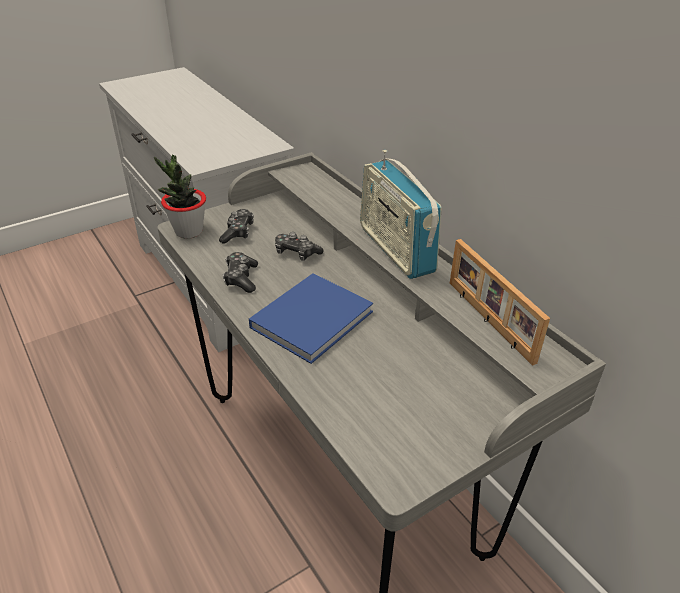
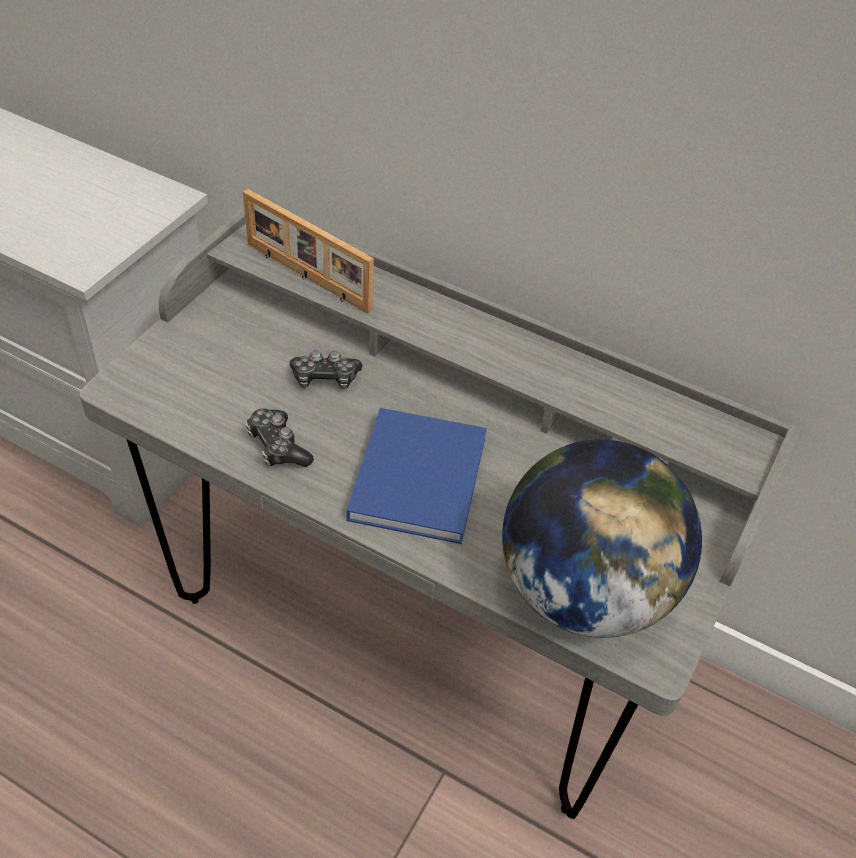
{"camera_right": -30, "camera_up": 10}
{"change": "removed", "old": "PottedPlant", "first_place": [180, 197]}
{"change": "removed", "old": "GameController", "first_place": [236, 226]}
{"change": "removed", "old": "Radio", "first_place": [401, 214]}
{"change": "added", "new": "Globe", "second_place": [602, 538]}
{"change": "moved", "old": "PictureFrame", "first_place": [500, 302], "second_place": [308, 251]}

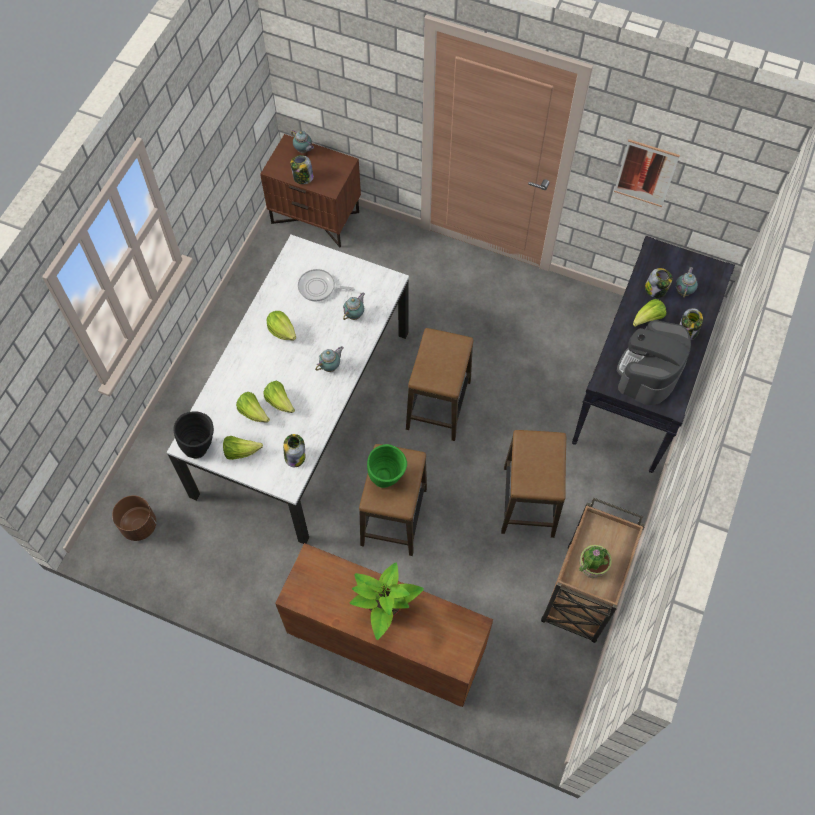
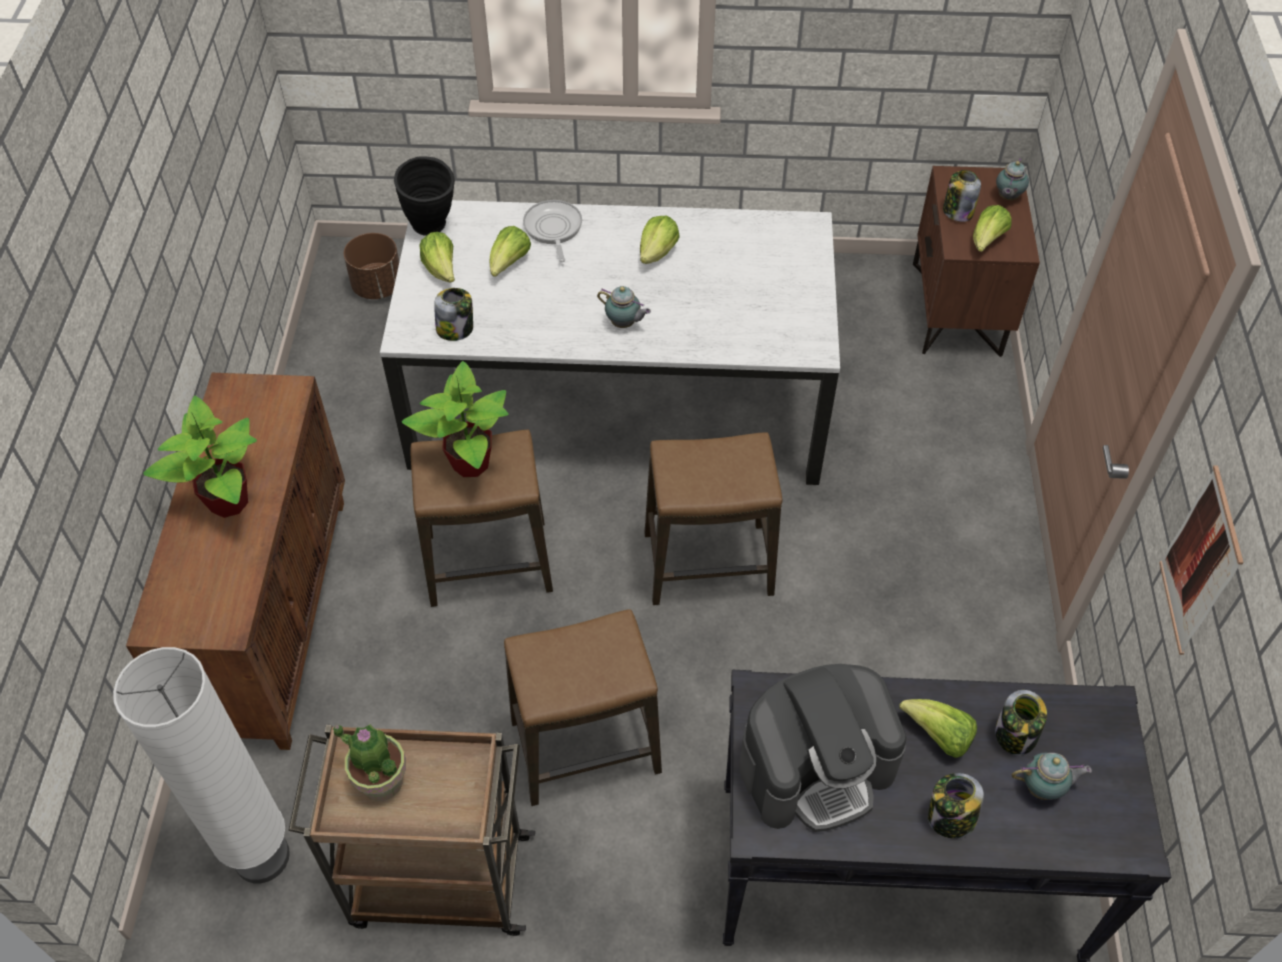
{"camera_right": 70, "camera_up": -10}
{"change": "removed", "old": "Teapot", "first_place": [354, 306]}
{"change": "added", "new": "WhiteFloorLamp", "second_place": [201, 765]}
{"change": "moved", "old": "Lettuce", "first_place": [279, 397], "second_place": [992, 228]}
{"change": "moved", "old": "FryingPan", "first_place": [326, 285], "second_place": [552, 231]}
{"change": "replaced", "old": "GreenVase", "new": "PottedPlant", "first_place": [387, 466], "second_place": [455, 419]}
{"change": "turned", "old": "CoffeeMachine", "first_place": [654, 362], "second_place": [822, 748], "degrees": 150}

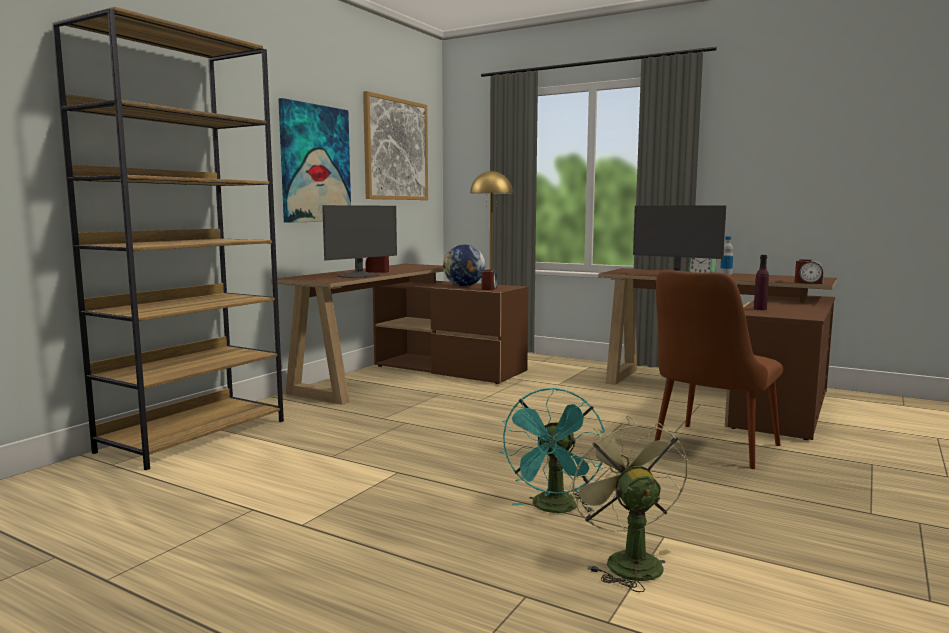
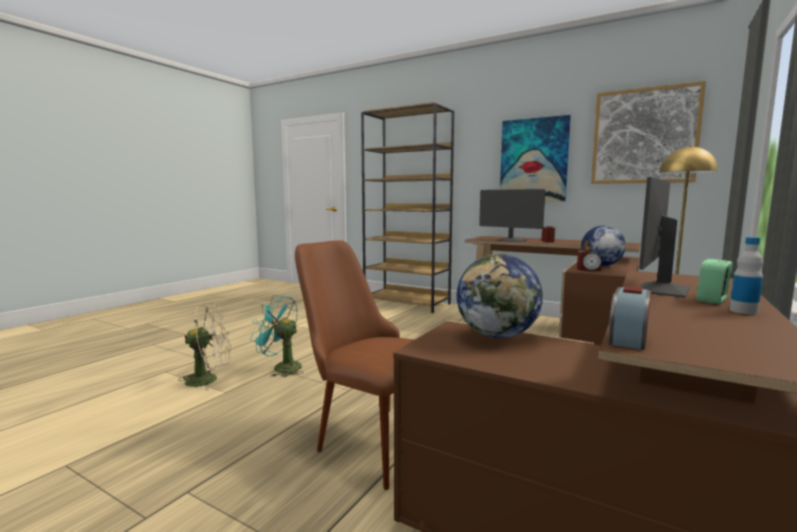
{"camera_right": 90, "camera_up": 0}
{"change": "replaced", "old": "PurpleBottle", "new": "Globe", "first_place": [761, 282], "second_place": [500, 296]}
{"change": "recoloured", "old": "GreenFan", "new": "BeigeFan", "first_place": [628, 504], "second_place": [204, 347]}

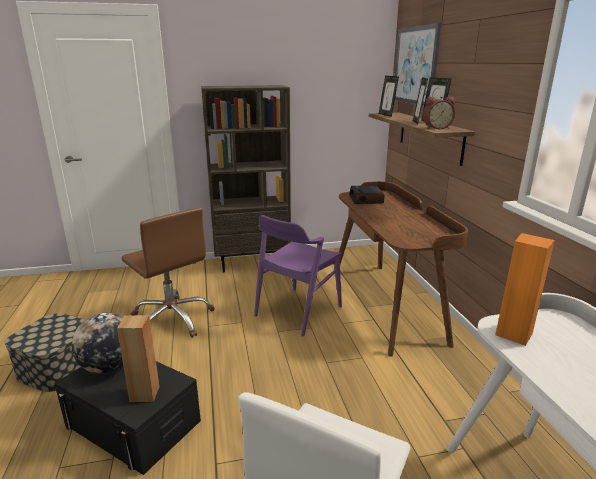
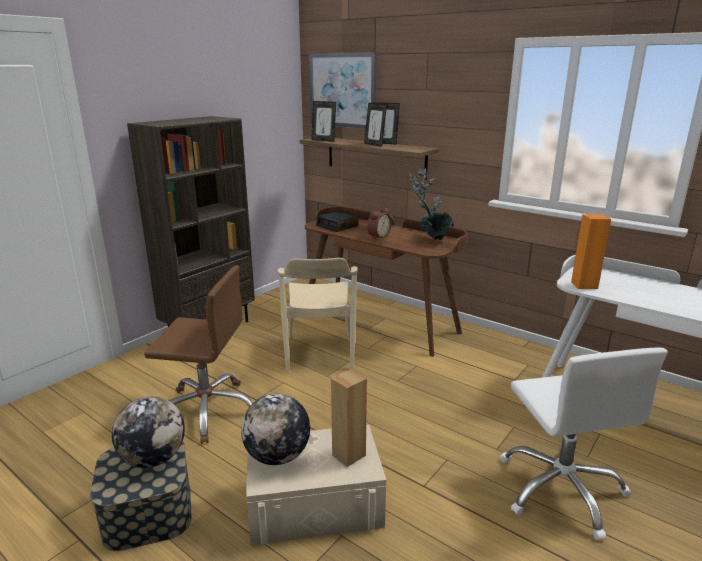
{"camera_right": -40, "camera_up": 0}
{"change": "added", "new": "Globe", "second_place": [148, 432]}
{"change": "added", "new": "PottedPlant", "second_place": [432, 204]}
{"change": "moved", "old": "AlarmClock", "first_place": [439, 112], "second_place": [379, 223]}
{"change": "recoloured", "old": "BlackStorageBox", "new": "BeigeStorageBox", "first_place": [127, 418], "second_place": [316, 485]}
{"change": "recoloured", "old": "PurpleChair", "new": "BeigeChair", "first_place": [298, 276], "second_place": [318, 315]}

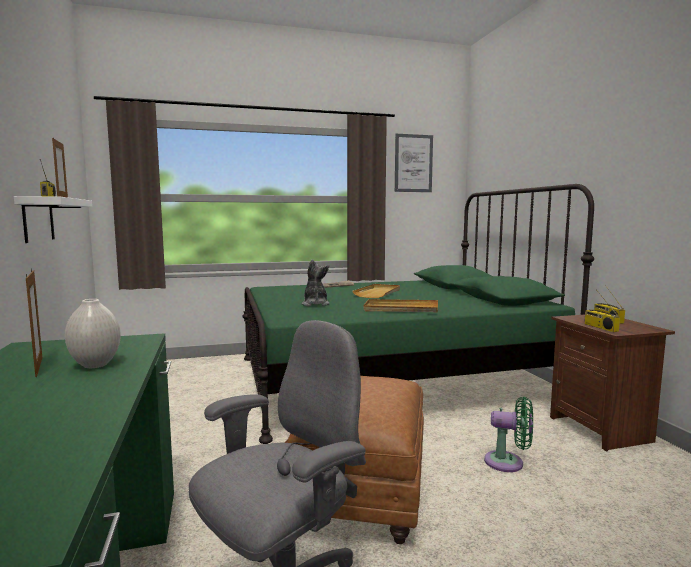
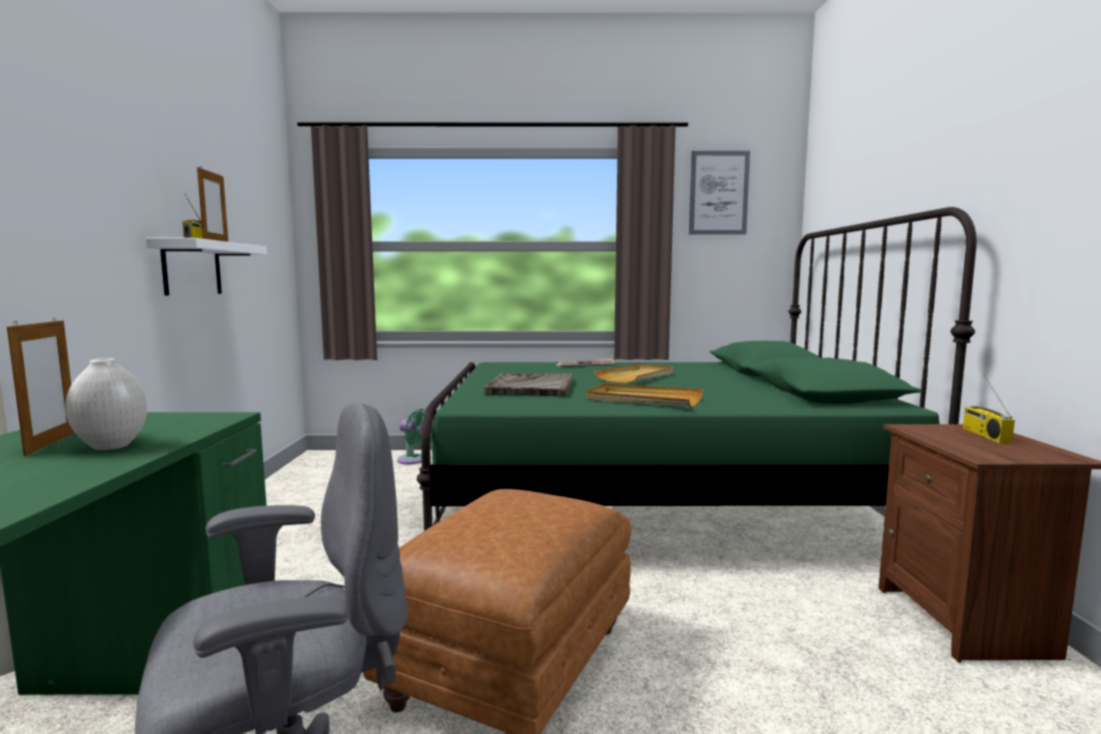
{"camera_right": 15, "camera_up": 0}
{"change": "removed", "old": "Radio", "first_place": [602, 310]}
{"change": "moved", "old": "GreenFan", "first_place": [508, 434], "second_place": [415, 437]}
{"change": "replaced", "old": "PlushToy", "new": "GreyTray", "first_place": [315, 282], "second_place": [528, 384]}

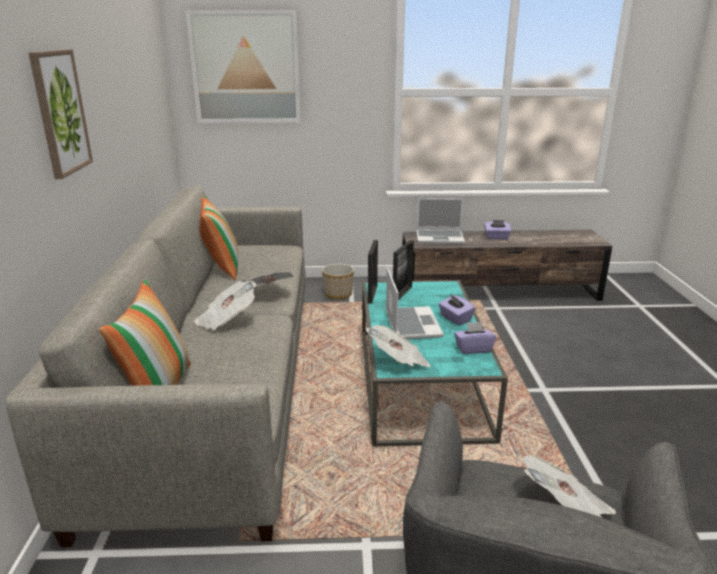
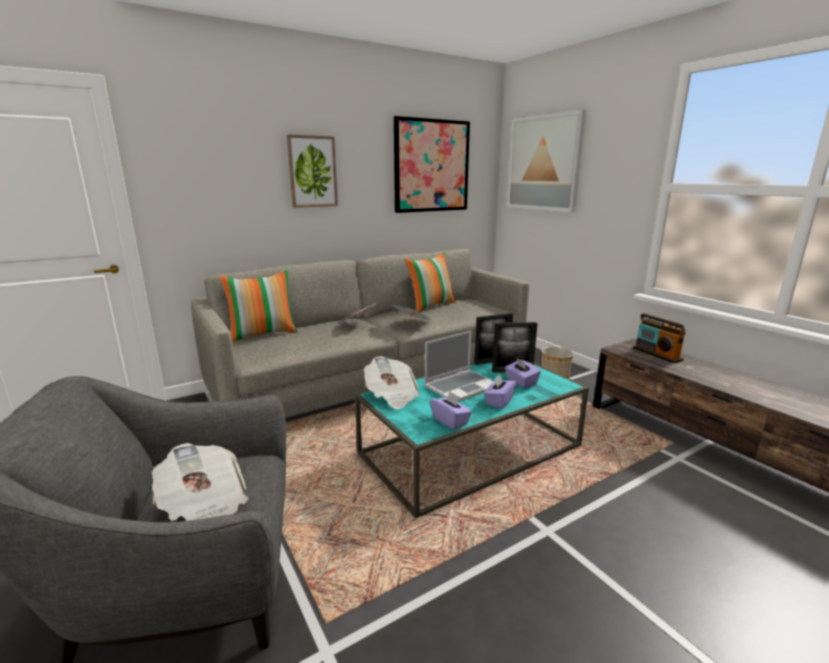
{"camera_right": 60, "camera_up": -5}
{"change": "added", "new": "Picture", "second_place": [432, 164]}
{"change": "moved", "old": "PurpleTissueBox", "first_place": [497, 230], "second_place": [523, 373]}
{"change": "replaced", "old": "Laptop", "new": "Radio", "first_place": [441, 221], "second_place": [659, 338]}

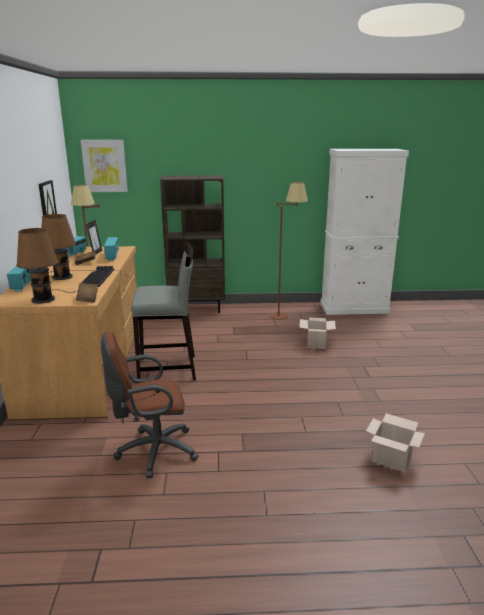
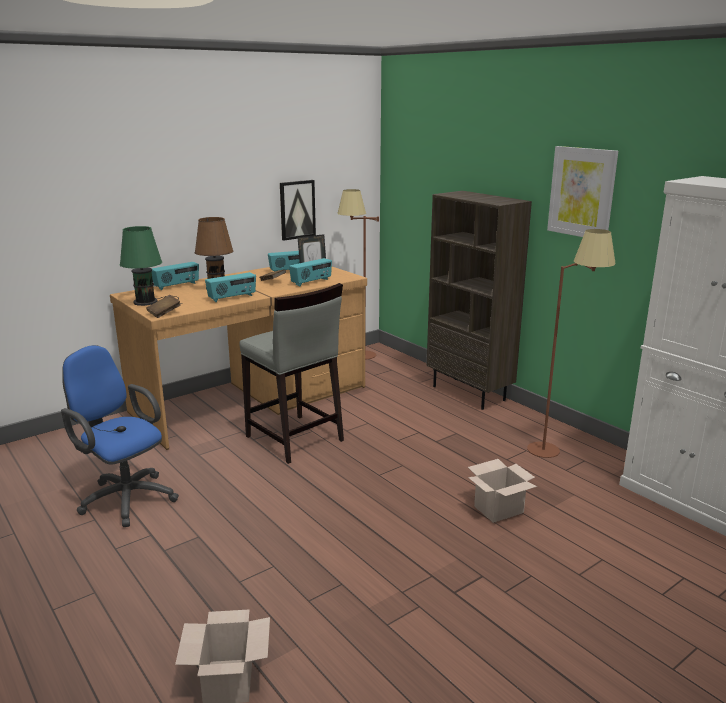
{"camera_right": 55, "camera_up": 0}
{"change": "moved", "old": "Picture", "first_place": [104, 166], "second_place": [582, 191]}
{"change": "replaced", "old": "Keyboard", "new": "Radio", "first_place": [98, 276], "second_place": [230, 287]}
{"change": "recoloured", "old": "BrownTableLamp", "new": "GreenTableLamp", "first_place": [45, 266], "second_place": [151, 266]}
{"change": "recoloured", "old": "BrownOfficeChair", "new": "BlueOfficeChair", "first_place": [149, 404], "second_place": [120, 436]}

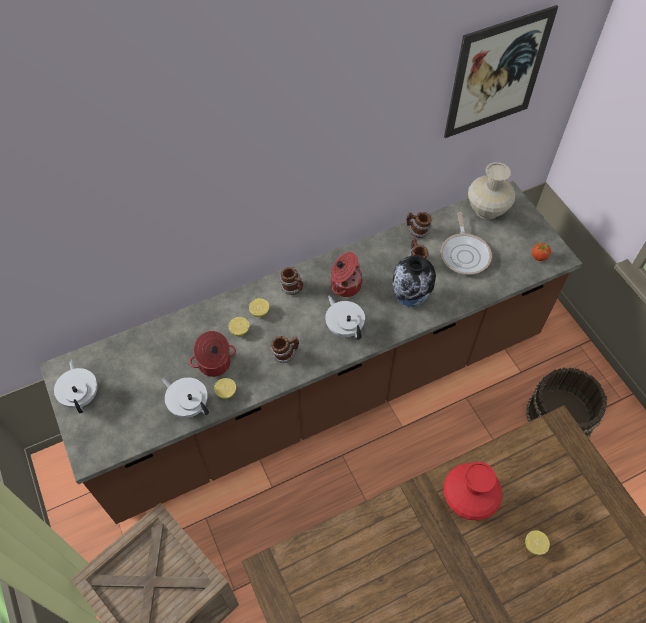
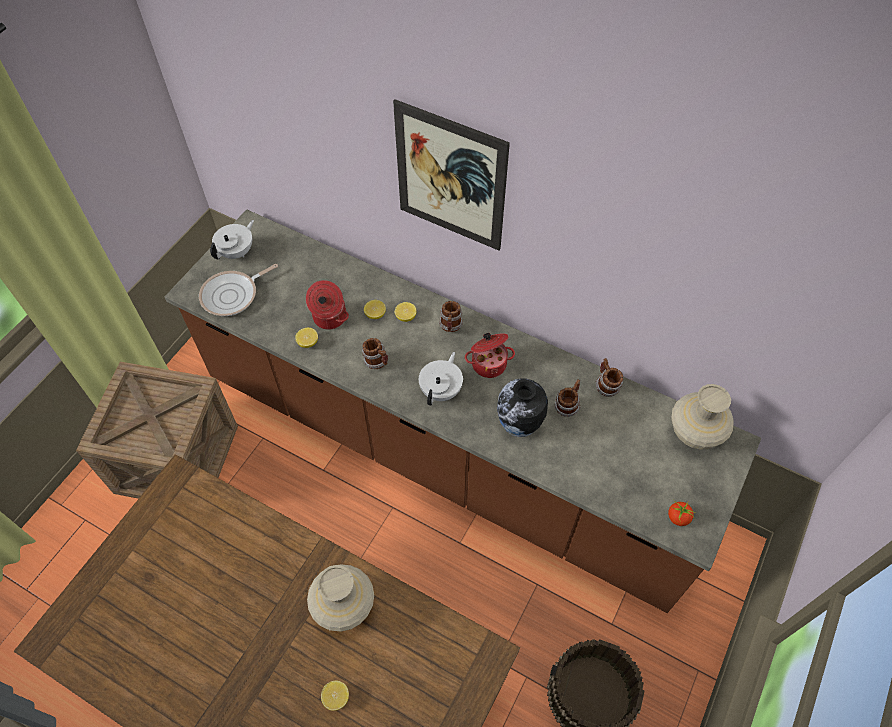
{"camera_right": 55, "camera_up": 0}
{"change": "removed", "old": "WhiteTeapot", "first_place": [185, 398]}
{"change": "moved", "old": "FryingPan", "first_place": [466, 243], "second_place": [238, 290]}
{"change": "moved", "old": "Picture", "first_place": [501, 71], "second_place": [451, 174]}
{"change": "recoloured", "old": "RedVase", "new": "BeigeVase", "first_place": [473, 491], "second_place": [340, 597]}

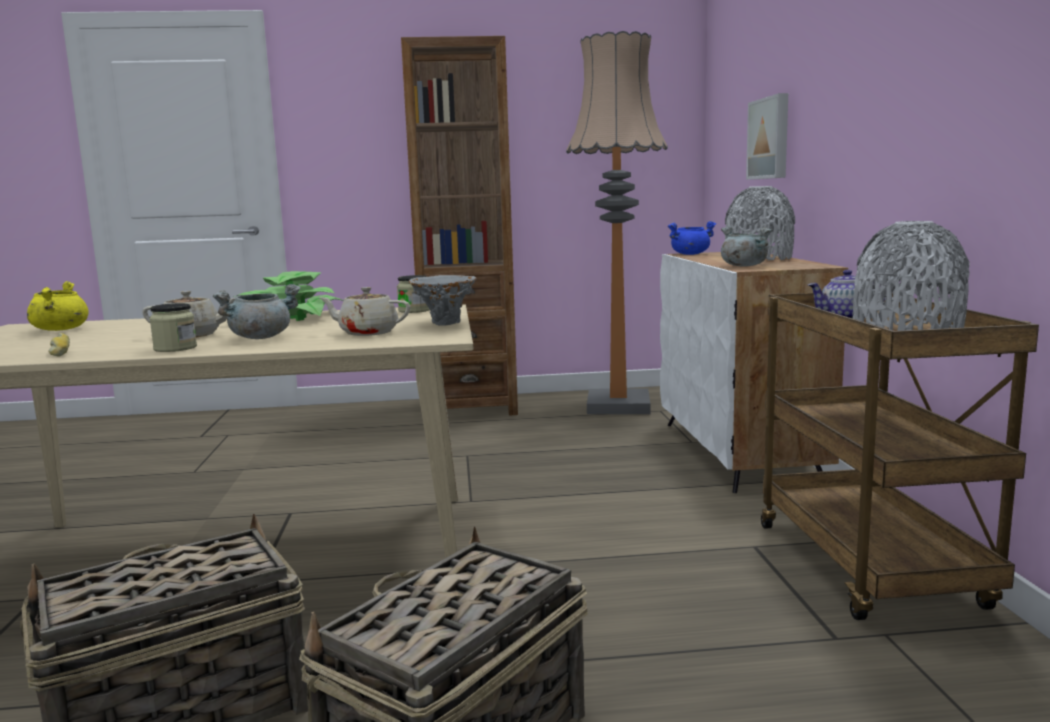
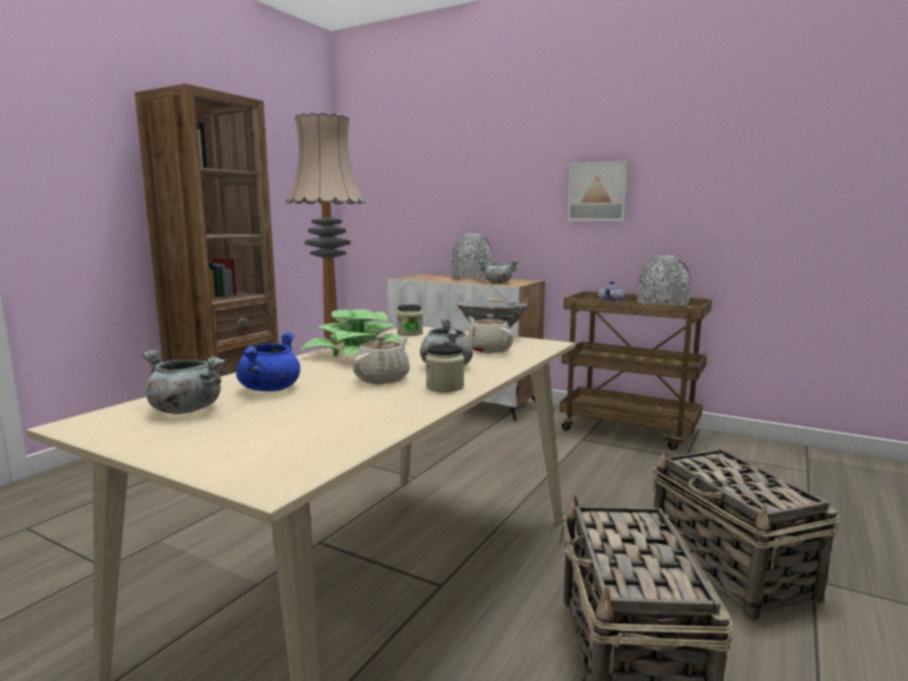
{"camera_right": -55, "camera_up": 0}
{"change": "removed", "old": "Bread", "first_place": [59, 345]}
{"change": "moved", "old": "BlueCookingPot", "first_place": [692, 238], "second_place": [268, 361]}
{"change": "moved", "old": "Picture", "first_place": [767, 136], "second_place": [598, 191]}
{"change": "recoloured", "old": "YellowCookingPot", "new": "GreyCookingPot", "first_place": [58, 306], "second_place": [184, 382]}
{"change": "turned", "old": "BeigeTeapot", "first_place": [365, 311], "second_place": [490, 333], "degrees": 105}

